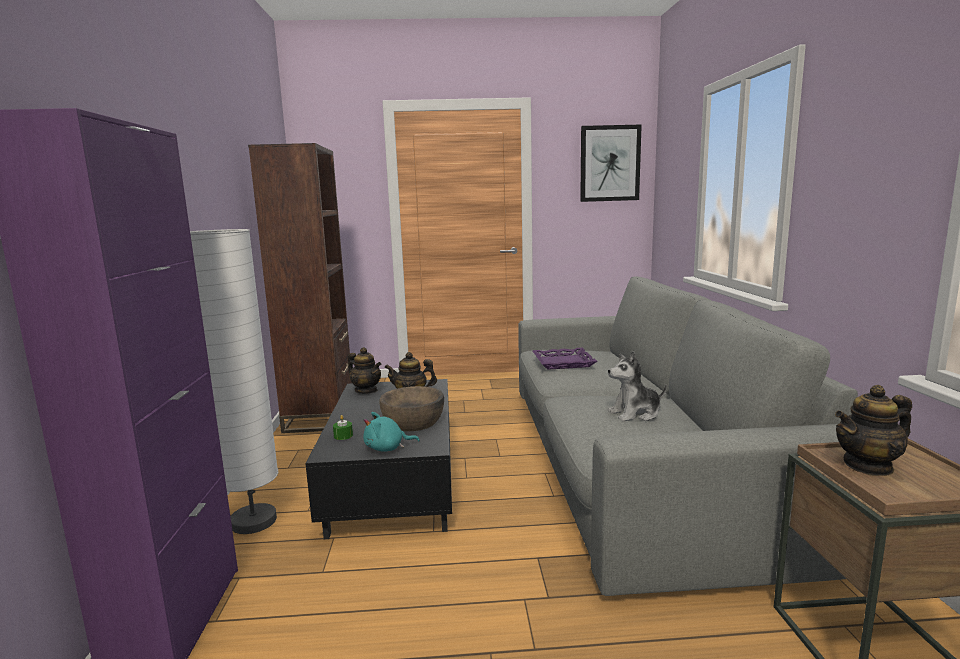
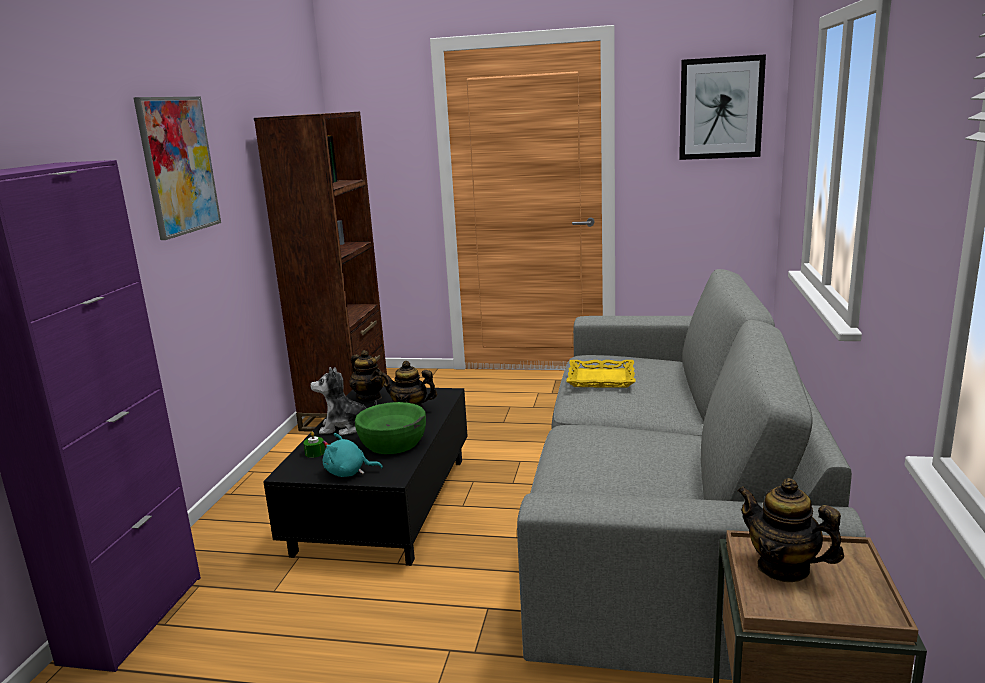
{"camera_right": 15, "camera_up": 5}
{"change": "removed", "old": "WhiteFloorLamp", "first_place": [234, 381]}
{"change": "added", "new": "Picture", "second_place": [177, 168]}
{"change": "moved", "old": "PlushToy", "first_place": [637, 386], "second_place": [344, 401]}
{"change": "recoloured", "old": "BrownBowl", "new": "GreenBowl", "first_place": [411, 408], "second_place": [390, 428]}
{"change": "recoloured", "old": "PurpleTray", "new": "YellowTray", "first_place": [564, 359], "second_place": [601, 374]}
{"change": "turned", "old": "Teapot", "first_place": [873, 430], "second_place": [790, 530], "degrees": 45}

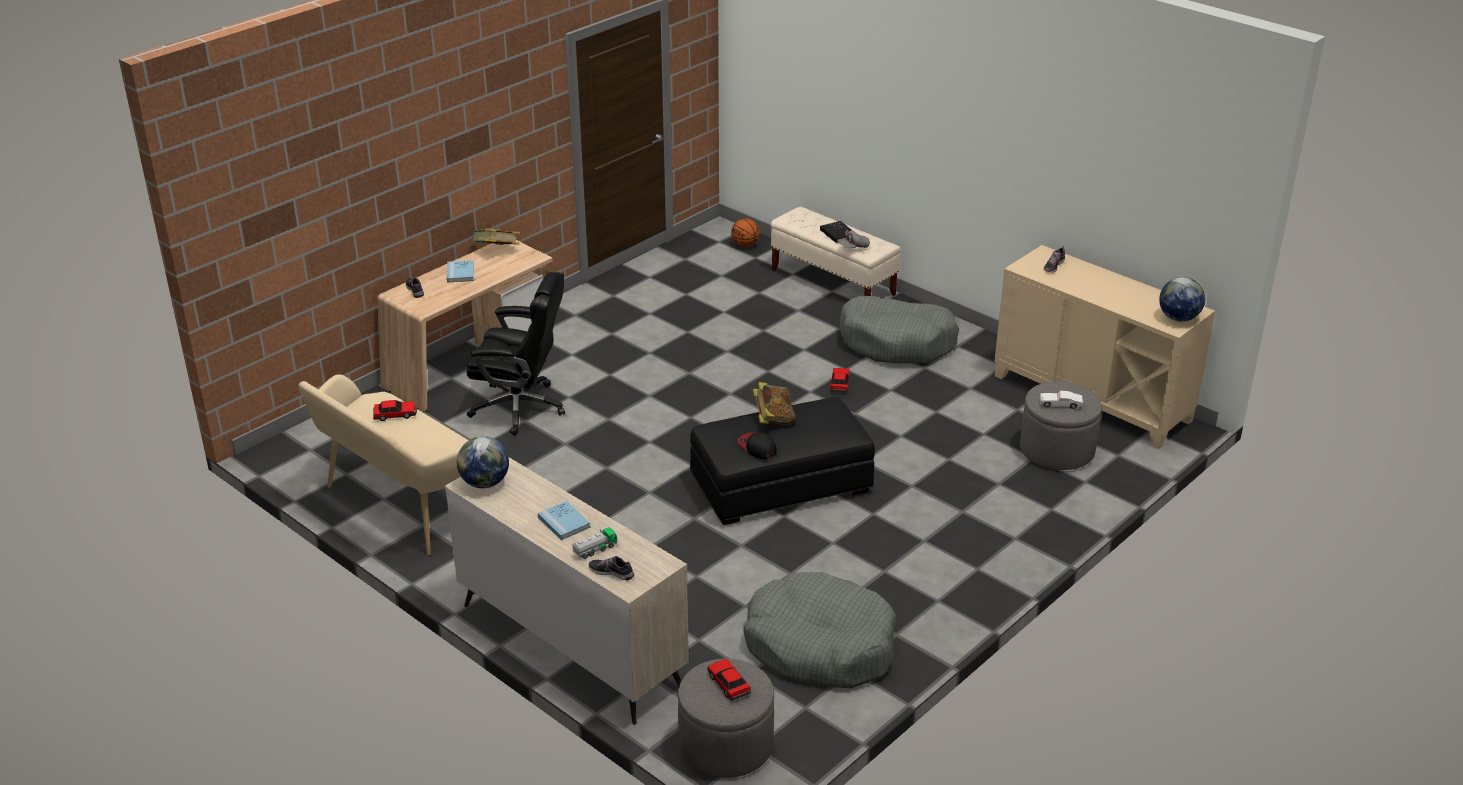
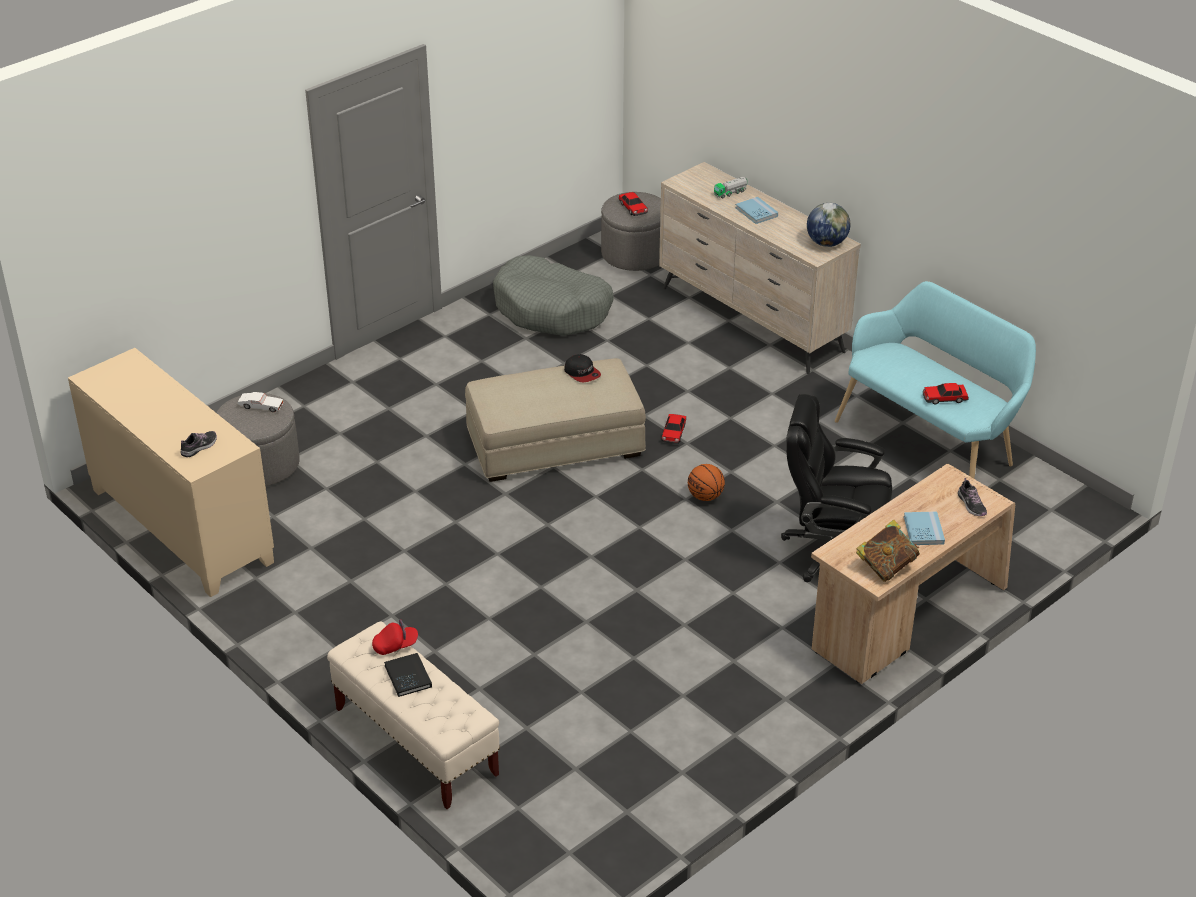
{"camera_right": -175, "camera_up": 5}
{"change": "removed", "old": "Shoe", "first_place": [611, 568]}
{"change": "removed", "old": "Book", "first_place": [774, 404]}
{"change": "removed", "old": "GreyDogBed", "first_place": [899, 329]}
{"change": "removed", "old": "Globe", "first_place": [1182, 299]}
{"change": "moved", "old": "Basketball", "first_place": [745, 233], "second_place": [706, 482]}
{"change": "moved", "old": "ToyCar", "first_place": [840, 380], "second_place": [674, 429]}
{"change": "recoloured", "old": "BeigeBench", "new": "TurquoiseBench", "first_place": [383, 464], "second_place": [935, 379]}
{"change": "recoloured", "old": "BlackOttoman", "new": "BeigeOttoman", "first_place": [782, 461], "second_place": [555, 420]}
{"change": "recoloured", "old": "GreyCap", "new": "RedCap", "first_place": [854, 238], "second_place": [395, 637]}

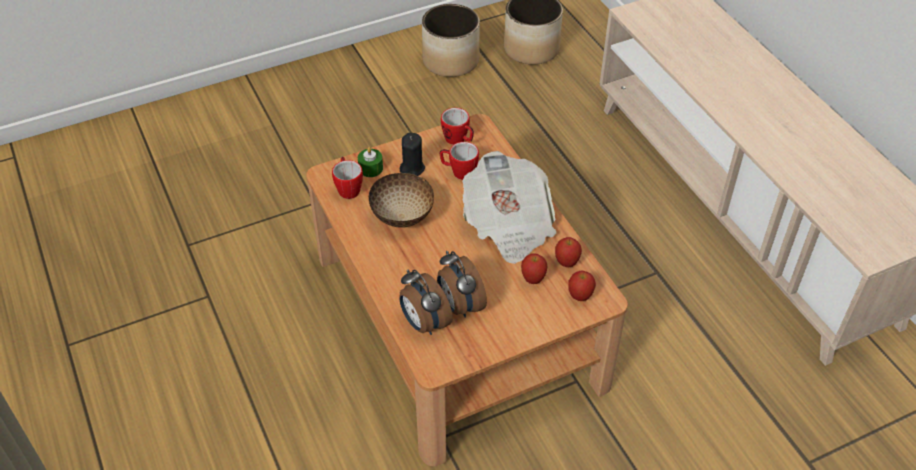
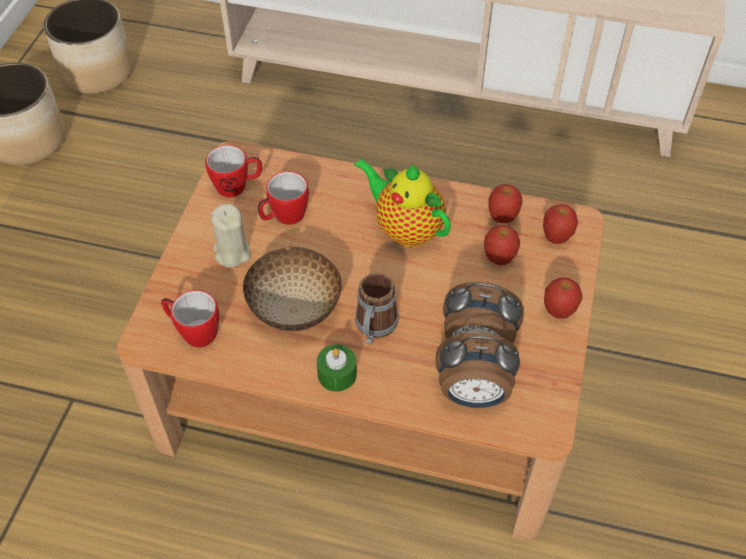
{"camera_right": -50, "camera_up": 5}
{"change": "added", "new": "Mug", "second_place": [377, 308]}
{"change": "added", "new": "Apple", "second_place": [563, 298]}
{"change": "moved", "old": "GreenCandle", "first_place": [370, 162], "second_place": [337, 368]}
{"change": "replaced", "old": "Newspaper", "new": "Teapot", "first_place": [509, 207], "second_place": [402, 202]}
{"change": "recoloured", "old": "BlackCandle", "new": "BeigeCandle", "first_place": [412, 154], "second_place": [231, 236]}

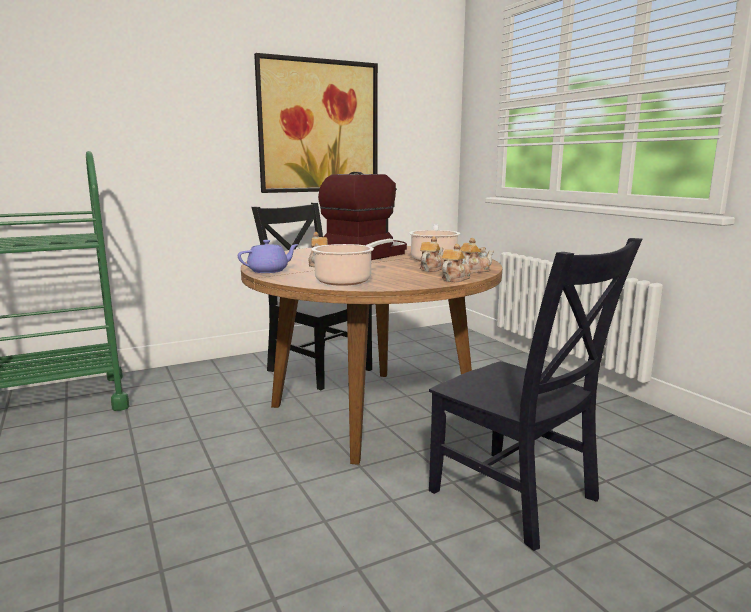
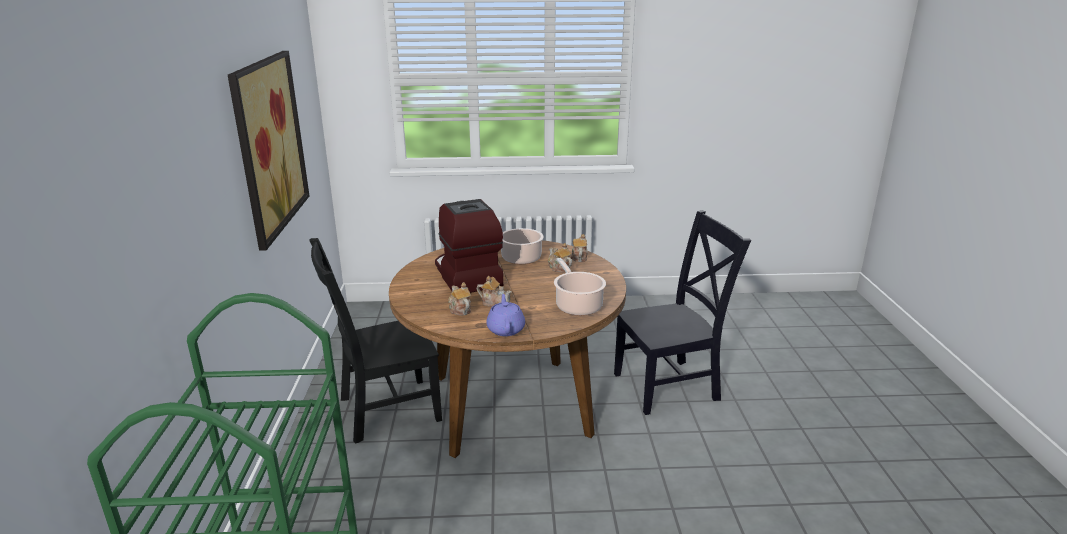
{"camera_right": -65, "camera_up": 10}
{"change": "moved", "old": "Teapot", "first_place": [456, 263], "second_place": [459, 298]}

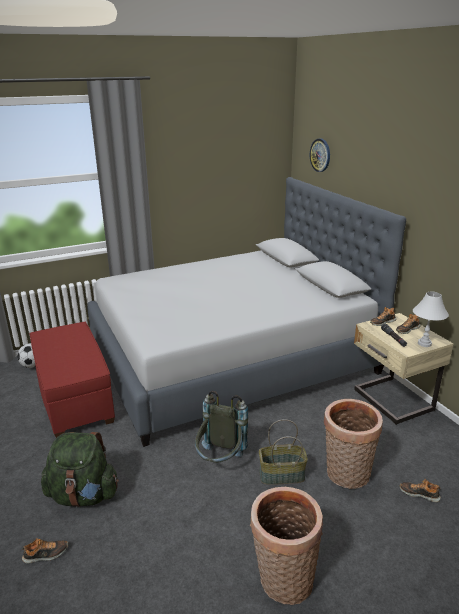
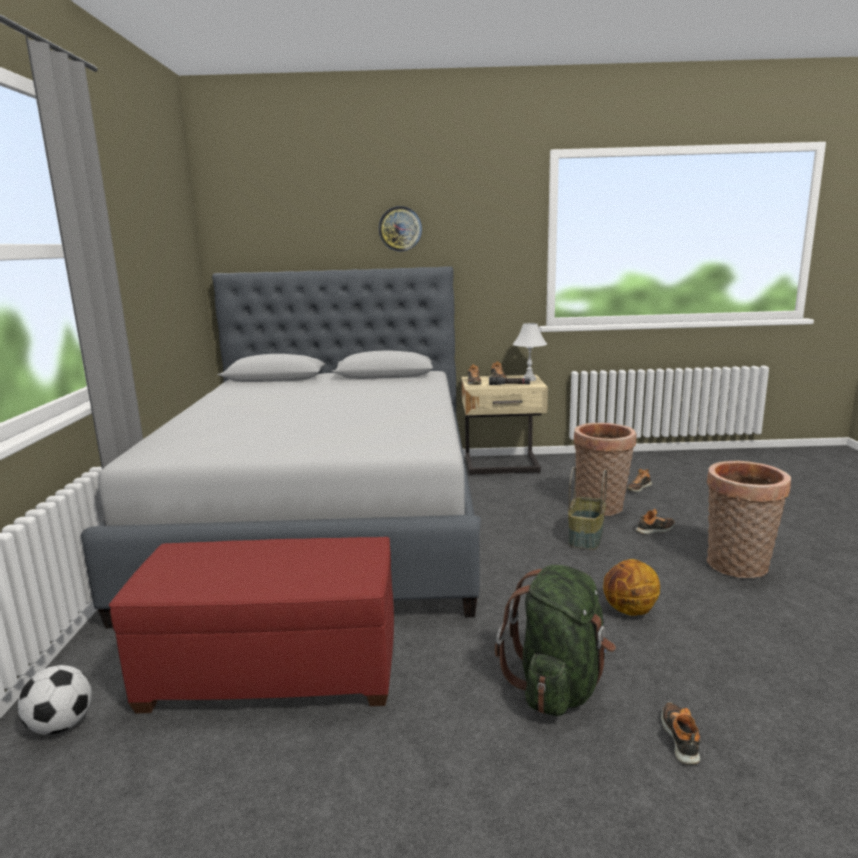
{"camera_right": -65, "camera_up": -10}
{"change": "removed", "old": "GreyBackpack", "first_place": [221, 427]}
{"change": "added", "new": "Basketball", "second_place": [631, 587]}
{"change": "added", "new": "Shoe", "second_place": [654, 521]}
{"change": "moved", "old": "WallClock", "first_place": [320, 155], "second_place": [400, 228]}

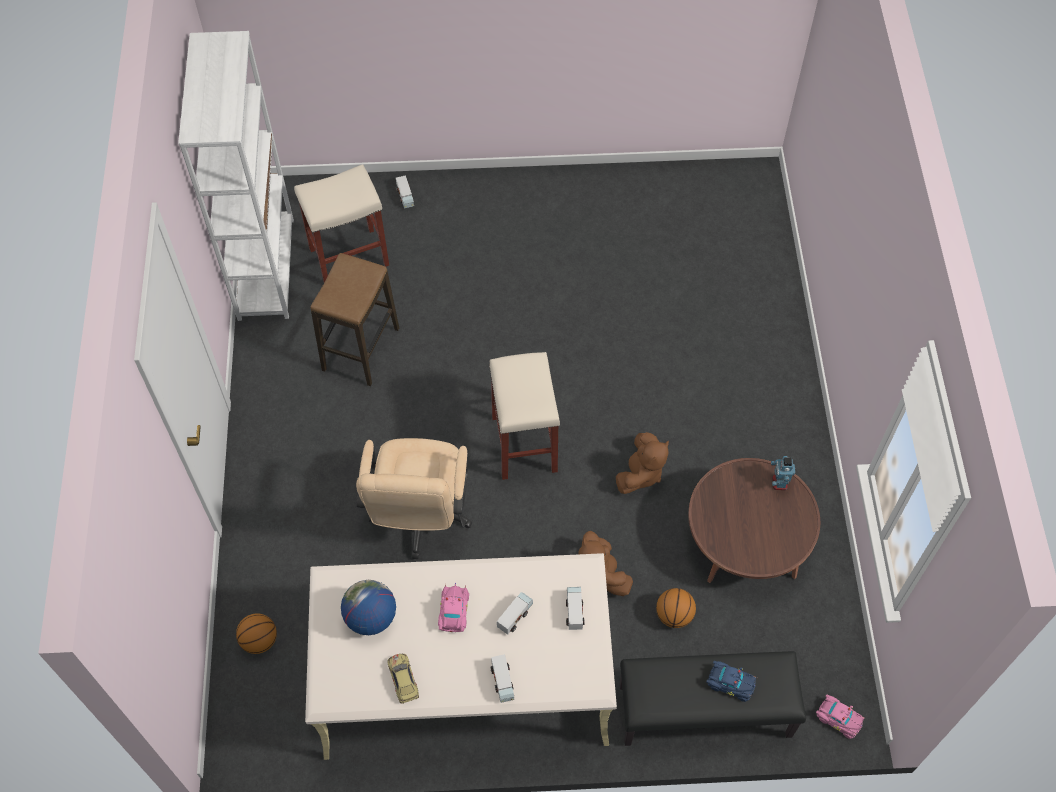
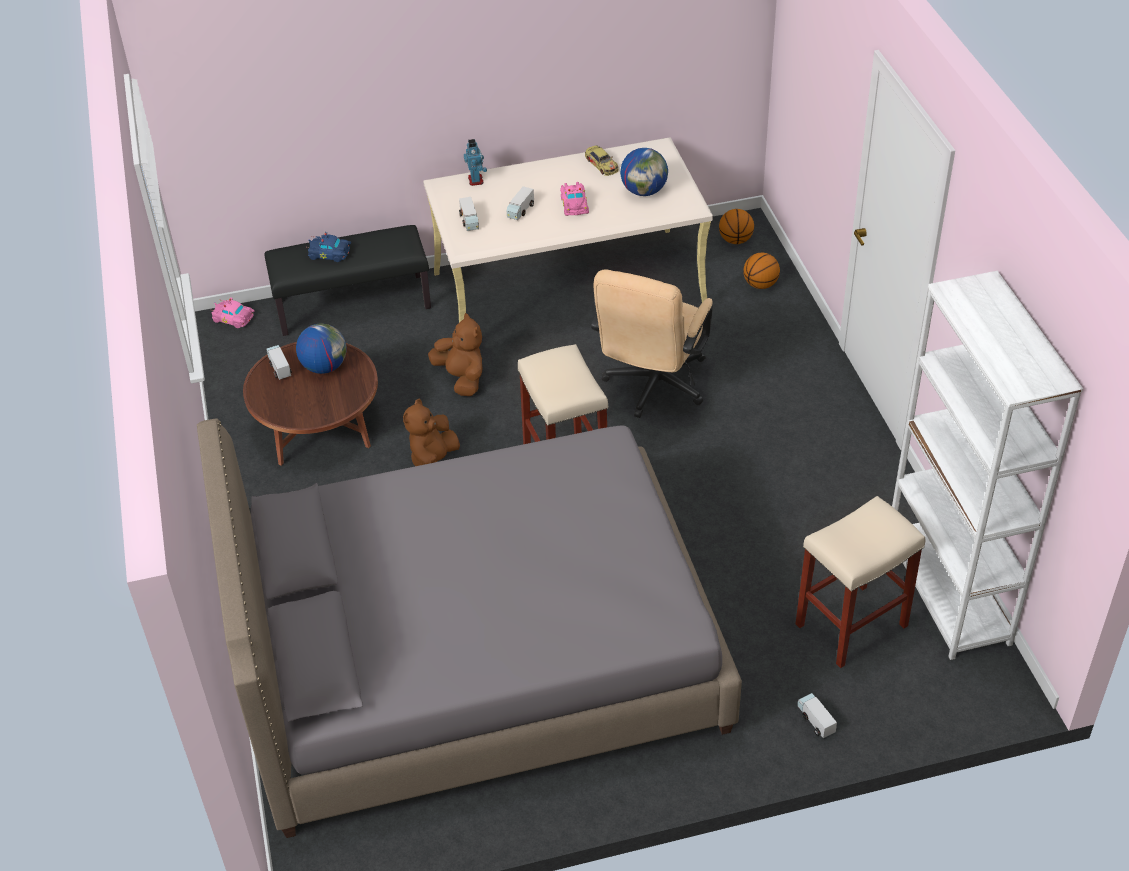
{"camera_right": 170, "camera_up": -15}
{"change": "removed", "old": "Stool", "first_place": [354, 319]}
{"change": "added", "new": "GreyBed", "second_place": [469, 628]}
{"change": "added", "new": "Globe", "second_place": [321, 349]}
{"change": "moved", "old": "ToyTruck", "first_place": [502, 678], "second_place": [279, 362]}
{"change": "moved", "old": "Basketball", "first_place": [676, 608], "second_place": [736, 226]}
{"change": "moved", "old": "ToyRobot", "first_place": [783, 473], "second_place": [475, 162]}
{"change": "turned", "old": "BeigeOfficeChair", "first_place": [414, 498], "second_place": [652, 343], "degrees": -150}

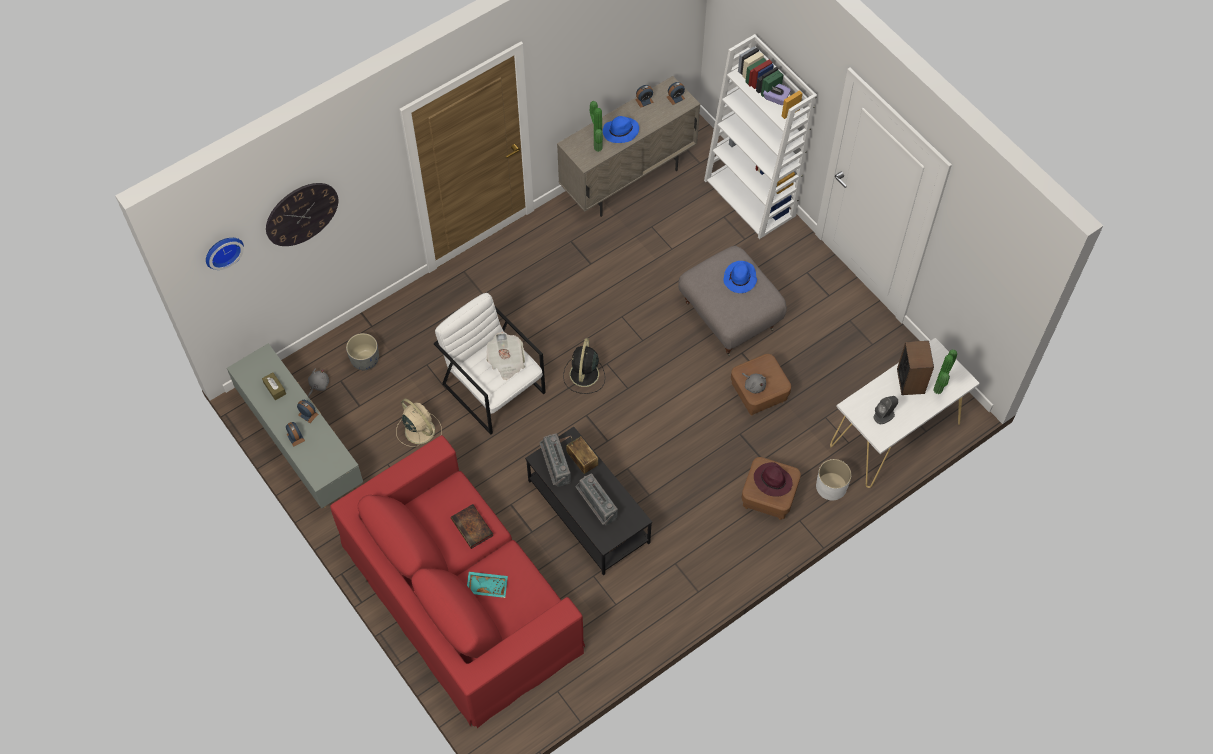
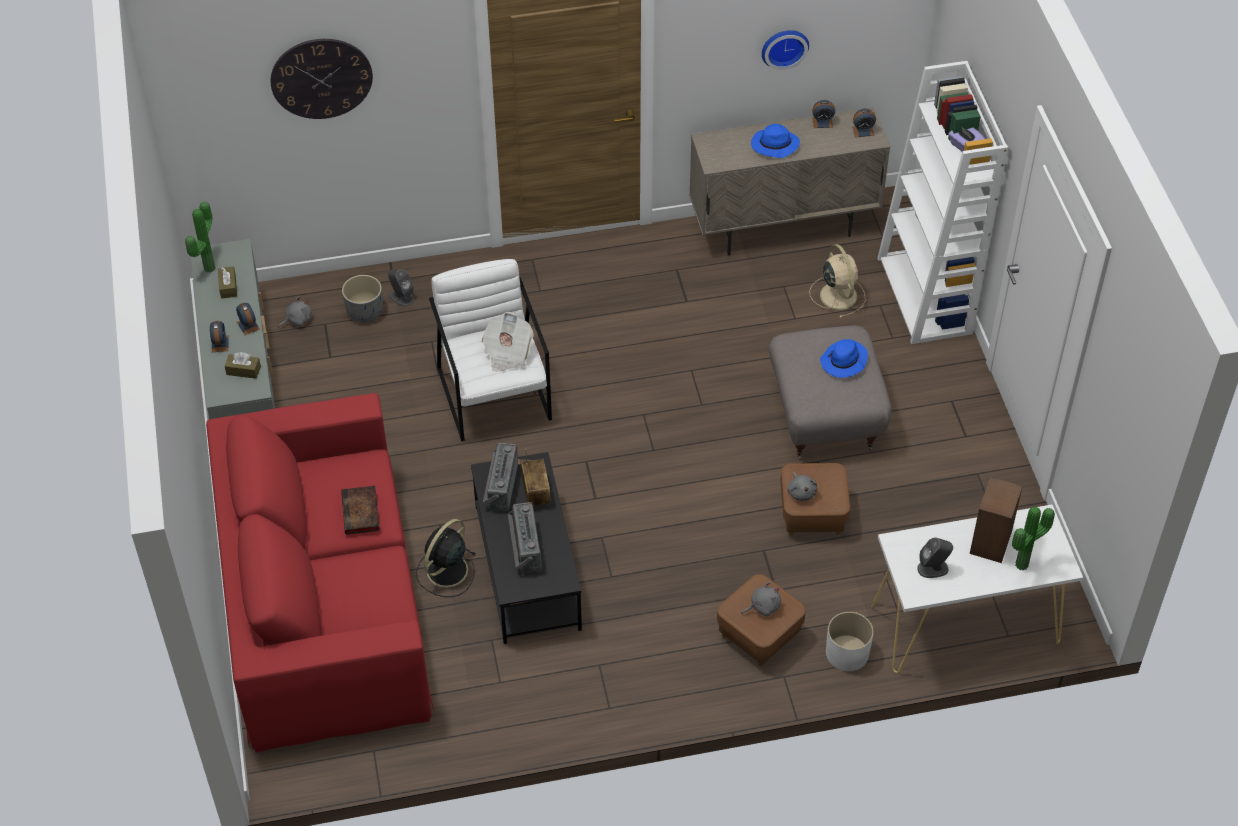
{"camera_right": 25, "camera_up": -10}
{"change": "removed", "old": "TurquoiseTray", "first_place": [487, 585]}
{"change": "added", "new": "BrownTissueBox", "second_place": [243, 365]}
{"change": "added", "new": "GreySpeaker", "second_place": [401, 287]}
{"change": "moved", "old": "WallClock", "first_place": [225, 254], "second_place": [785, 50]}
{"change": "moved", "old": "BeigeFan", "first_place": [419, 423], "second_place": [837, 281]}
{"change": "moved", "old": "BlackFan", "first_place": [584, 366], "second_place": [445, 558]}
{"change": "moved", "old": "PottedPlant", "first_place": [596, 126], "second_place": [200, 237]}
{"change": "replaced", "old": "PurpleHat", "new": "GreyPlushToy", "first_place": [773, 479], "second_place": [761, 599]}

